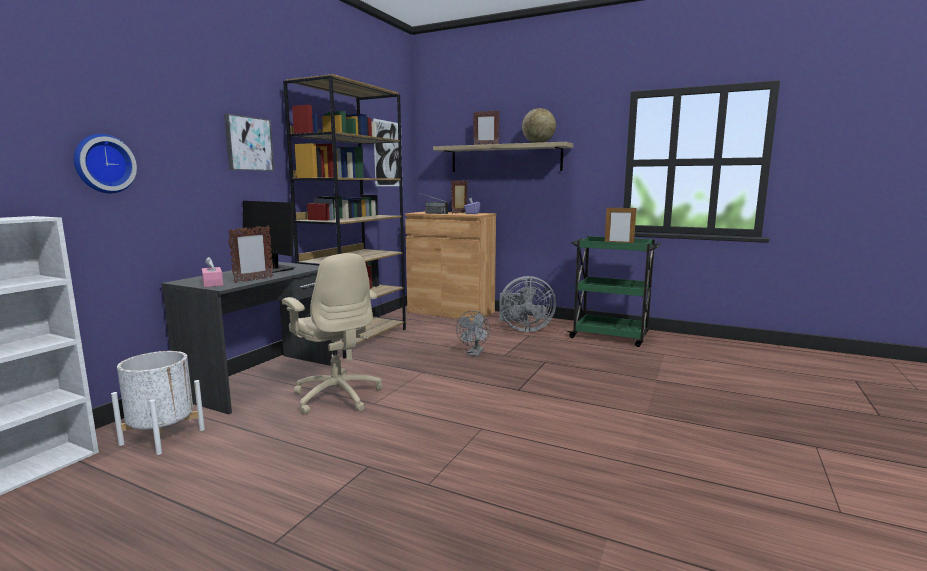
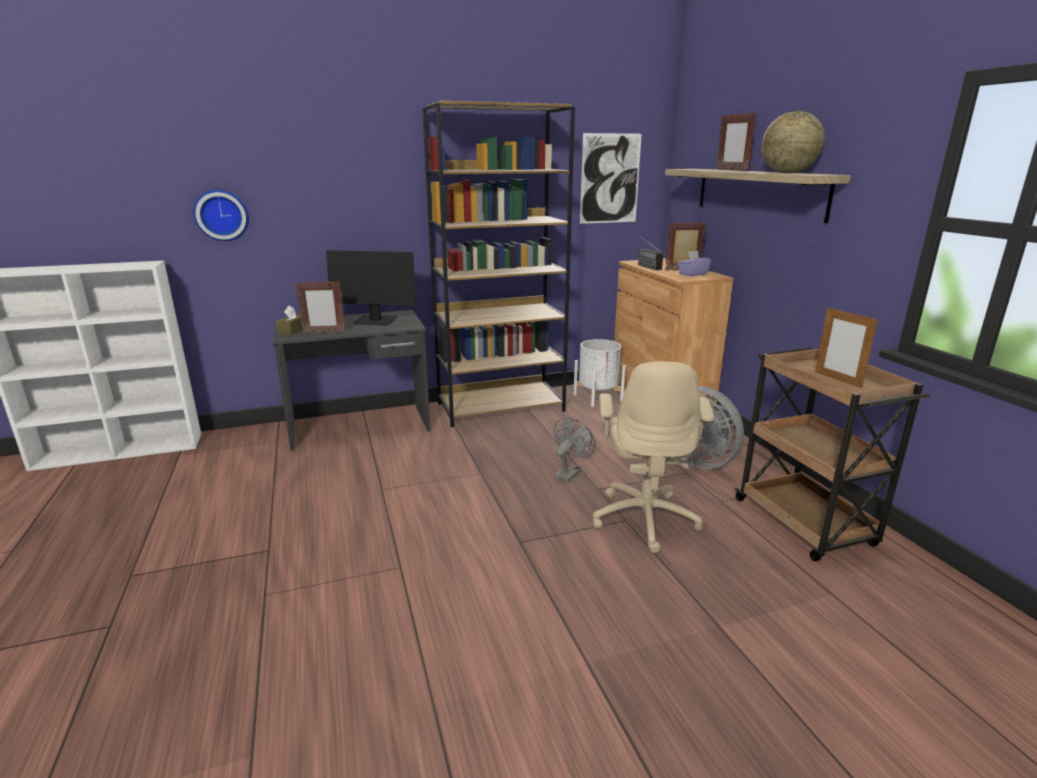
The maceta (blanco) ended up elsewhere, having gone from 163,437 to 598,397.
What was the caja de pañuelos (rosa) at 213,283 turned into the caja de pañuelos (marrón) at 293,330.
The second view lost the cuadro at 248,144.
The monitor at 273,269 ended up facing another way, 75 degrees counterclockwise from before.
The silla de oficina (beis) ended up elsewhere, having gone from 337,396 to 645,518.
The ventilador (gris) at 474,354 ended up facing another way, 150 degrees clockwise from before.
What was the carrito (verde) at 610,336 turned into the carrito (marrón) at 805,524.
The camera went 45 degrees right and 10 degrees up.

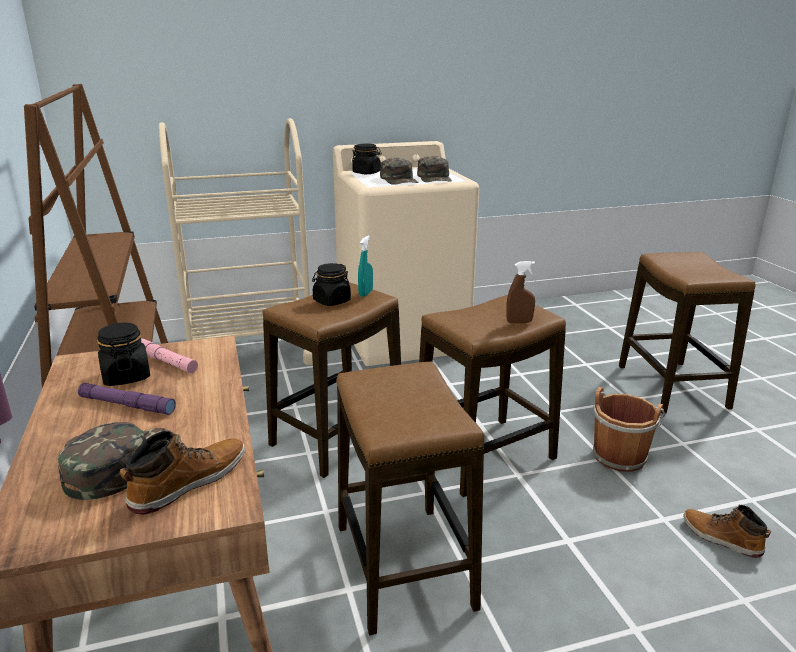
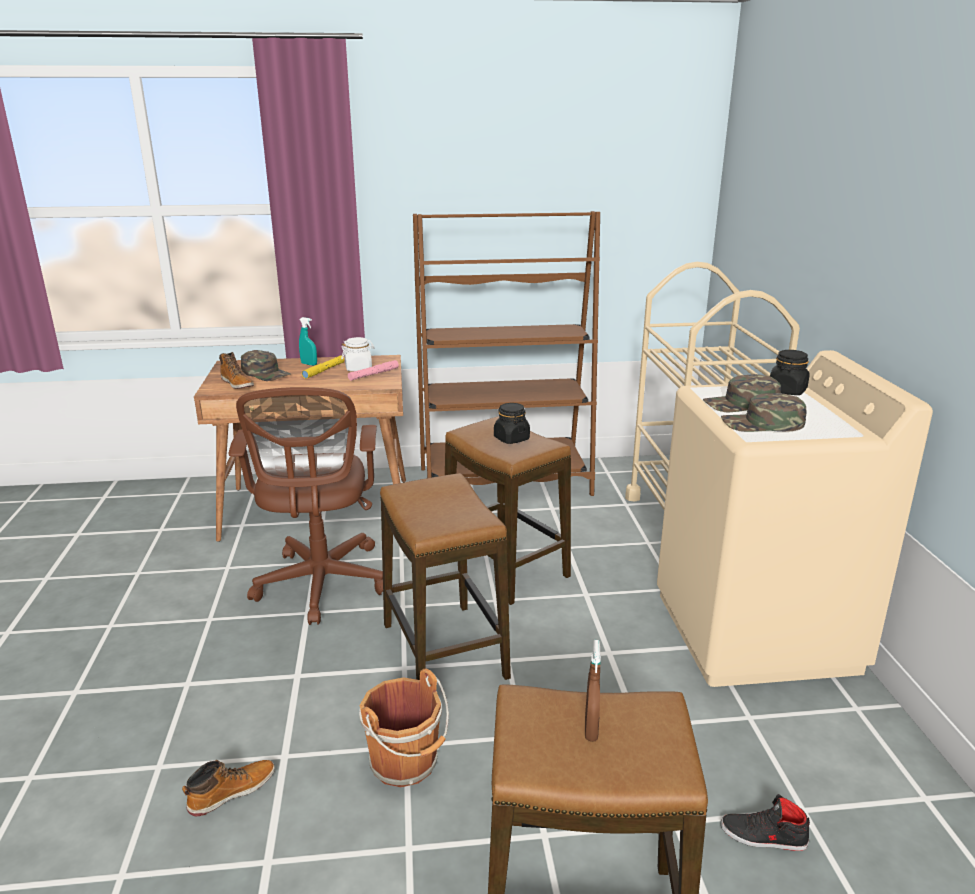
What was the linterna (morado) at 127,405 turned into the linterna (amarillo) at 324,370.
What was the tarro (negro) at 126,376 turned into the tarro (blanco) at 359,368.
Where the taburete stood at 404,566, the silla de oficina (marrón) came to stand at 321,586.
The pulverizador (turquesa) ended up elsewhere, having gone from 365,293 to 309,364.
The pulverizador (marrón) ended up elsewhere, having gone from 519,322 to 591,729.
The second view gained the zapato (negro) at 763,837.
The camera went 100 degrees right and 0 degrees up.

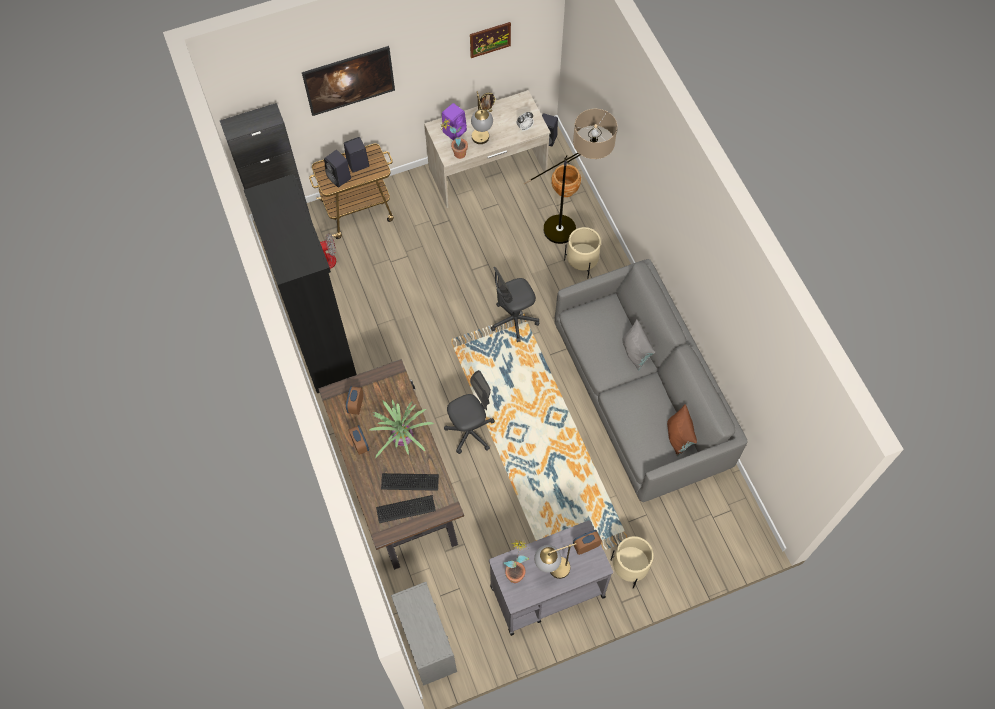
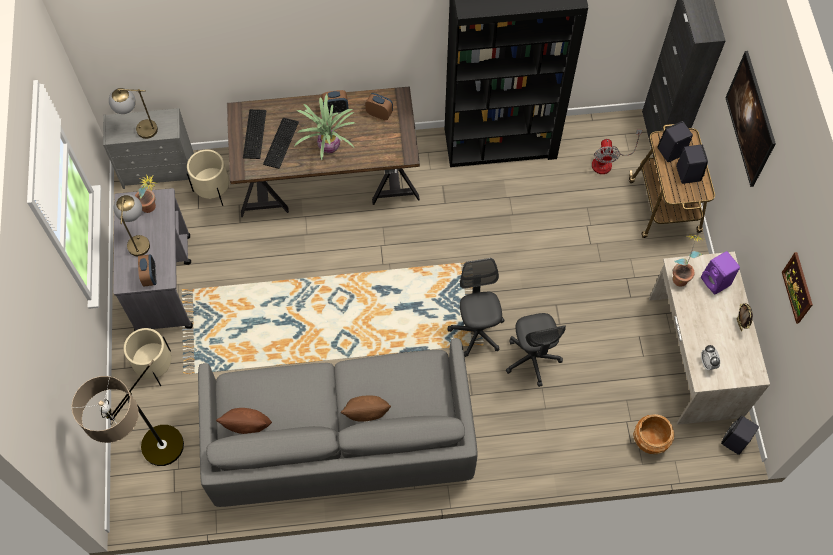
The silla de oficina (gris) ended up elsewhere, having gone from 470,432 to 532,359.
The lámpara de mesa ended up elsewhere, having gone from 482,142 to 139,129.
The lámpara de pie ended up elsewhere, having gone from 572,228 to 158,462.
The maceta (beis) ended up elsewhere, having gone from 582,263 to 213,190.
What was the cojín (gris) at 635,353 turned into the cojín (marrón) at 366,414.
The camera went 105 degrees right and 0 degrees up.

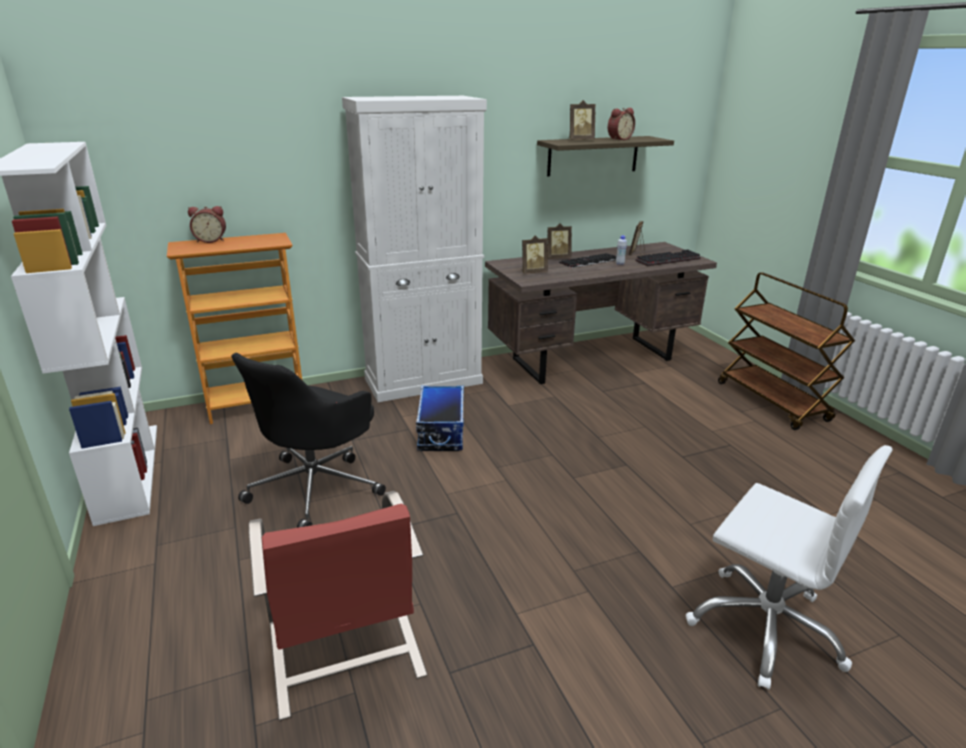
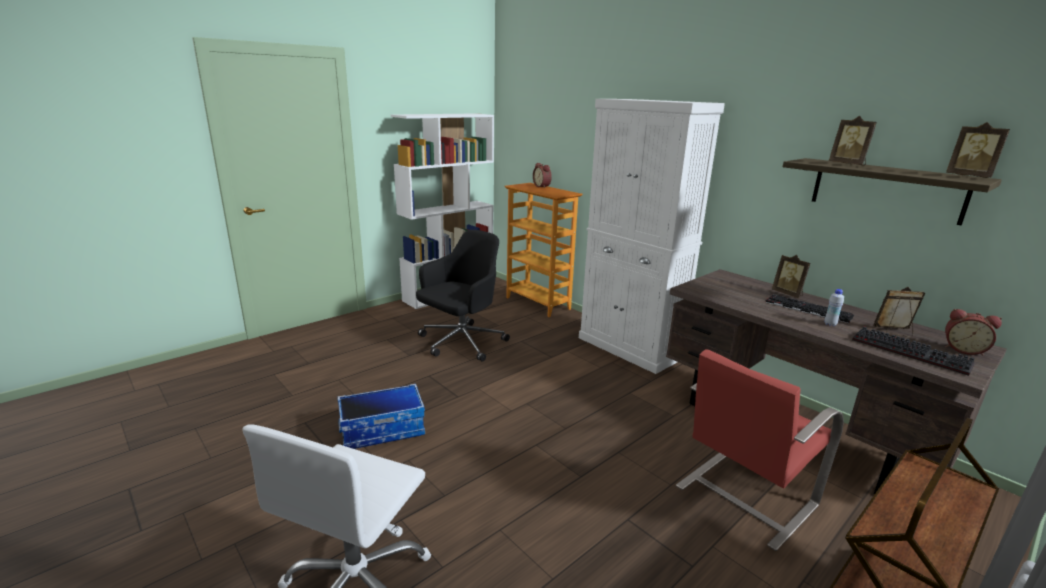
The silla de oficina (negro) at 316,487 ended up facing another way, 120 degrees clockwise from before.
The silla (rojo) ended up elsewhere, having gone from 344,652 to 743,496.
The caja de almacenaje ended up elsewhere, having gone from 440,431 to 383,430.
The portarretratos ended up elsewhere, having gone from 533,272 to 969,176.
The despertador ended up elsewhere, having gone from 618,139 to 963,349.
The camera went 70 degrees right and 5 degrees down.

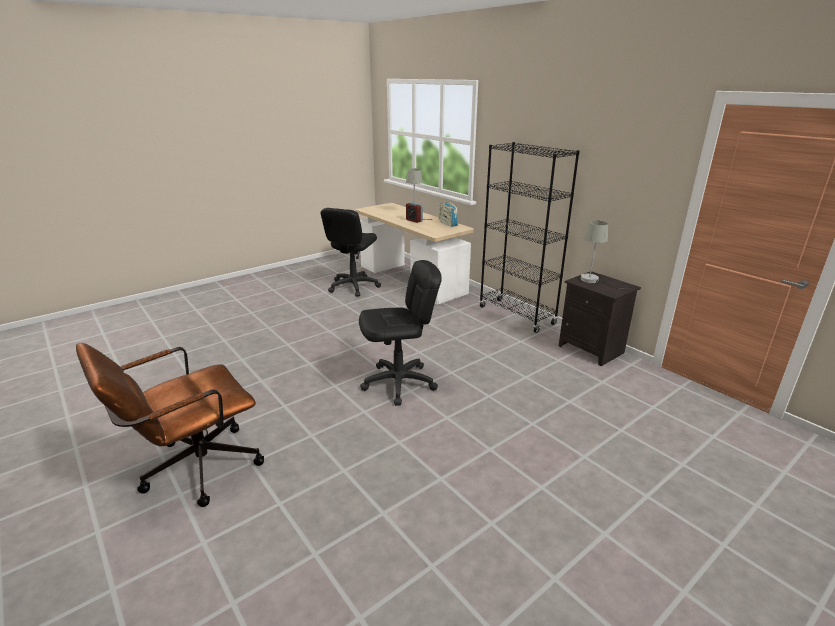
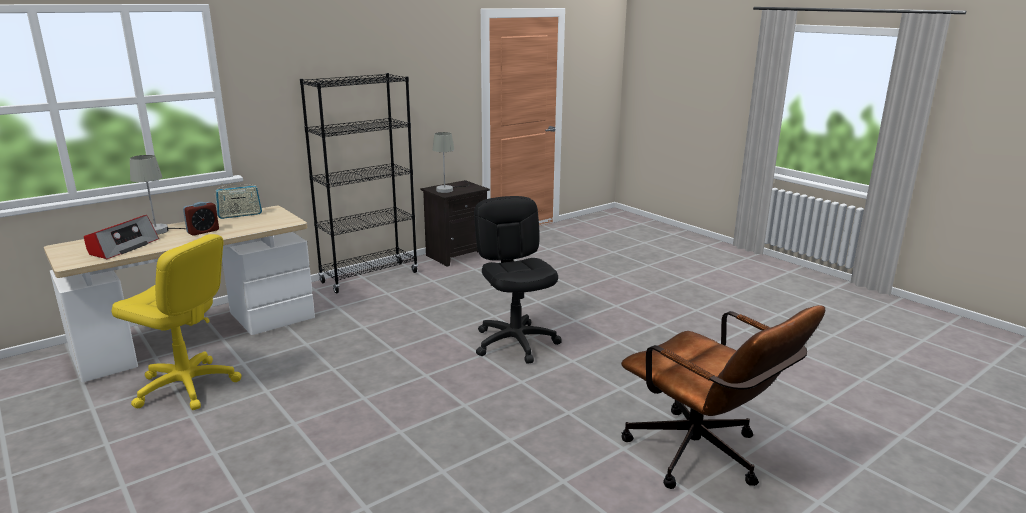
What was the silla de oficina (negro) at 353,286 turned into the silla de oficina (amarillo) at 186,386.
The second view gained the radio at 123,247.
The camera went 90 degrees left and 5 degrees down.

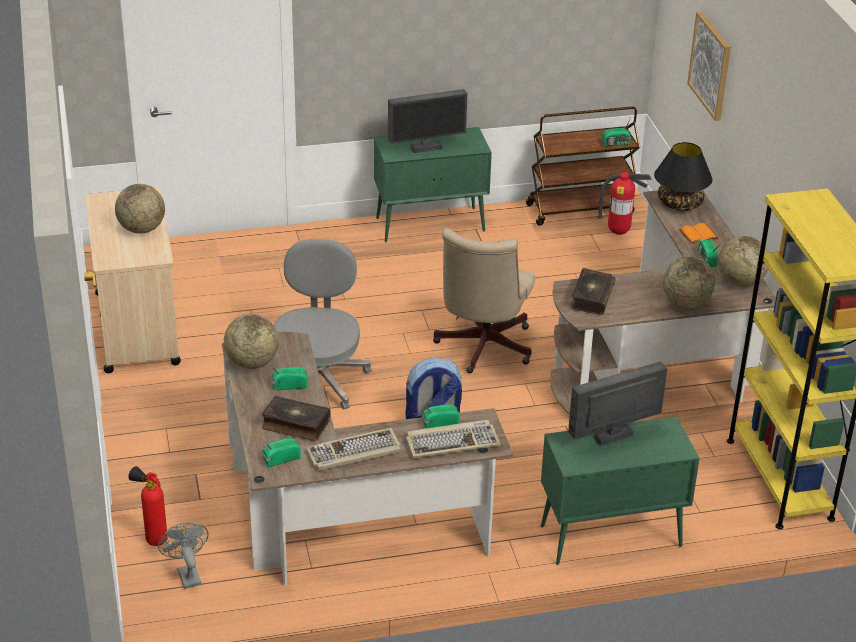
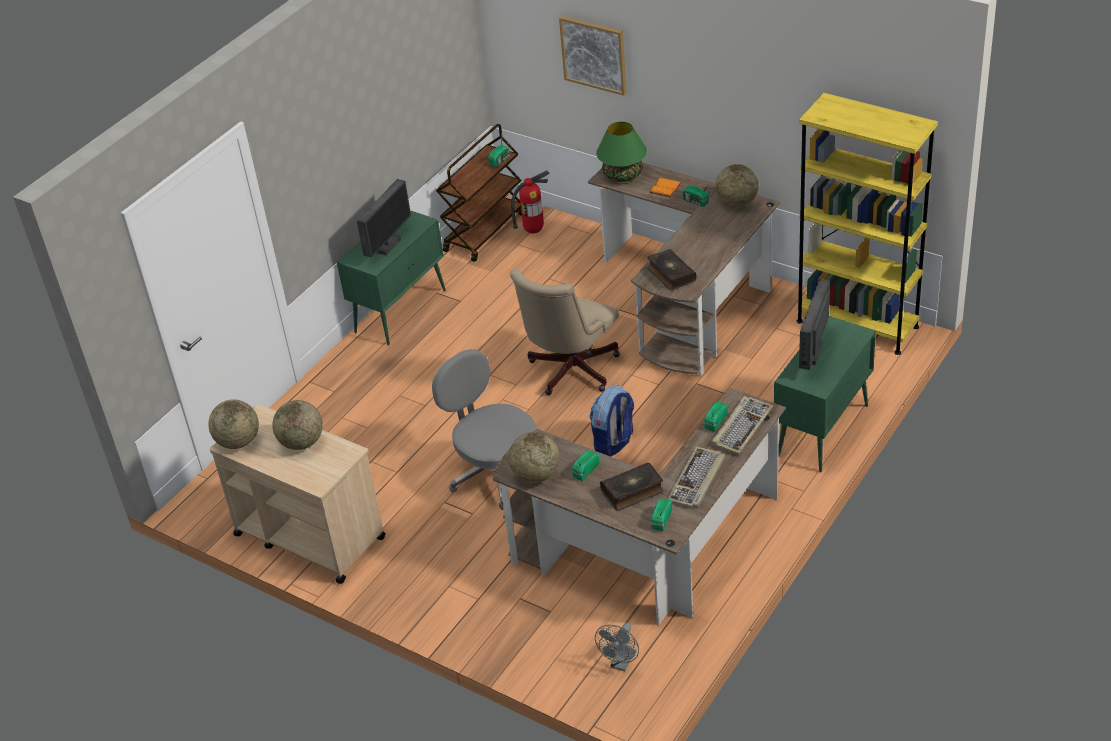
The second view lost the extintor at 152,538.
The ventilador (gris) at 187,574 ended up facing another way, 90 degrees counterclockwise from before.
The silla de oficina (beis) at 482,348 ended up facing another way, 60 degrees clockwise from before.
What was the lámpara de mesa (negro) at 680,203 turned into the lámpara de mesa (verde) at 623,174.
The globo terráqueo ended up elsewhere, having gone from 686,302 to 238,441.
The camera went 40 degrees left and 5 degrees up.

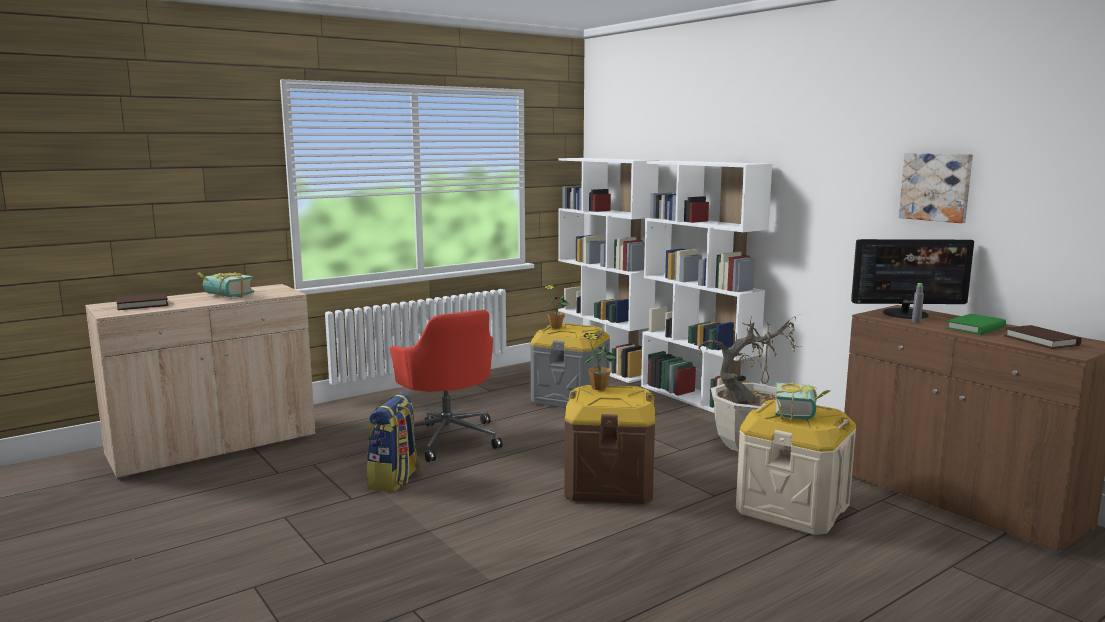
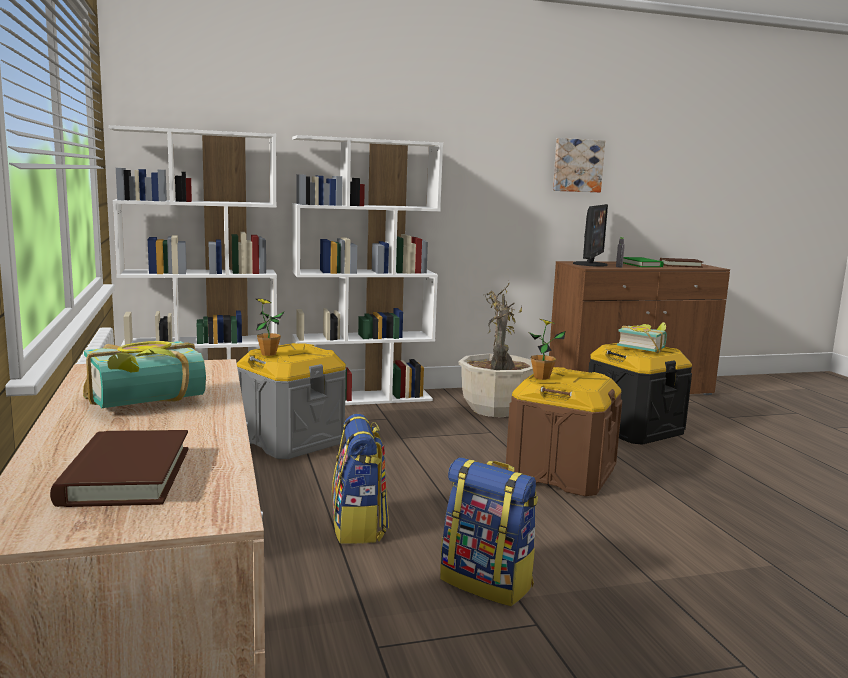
Where the silla de oficina (rojo) stood at 447,438, the mochila came to stand at 359,527.
What was the caja de almacenaje (beis) at 792,508 turned into the caja de almacenaje (negro) at 633,429.
The camera went 70 degrees left and 0 degrees up.

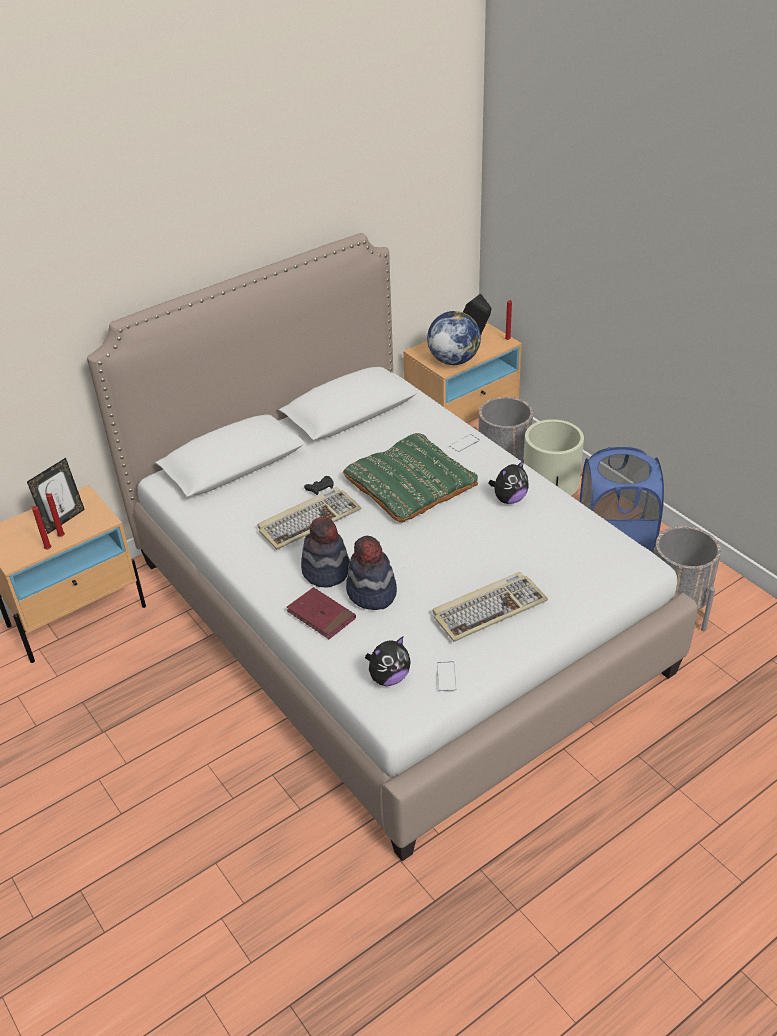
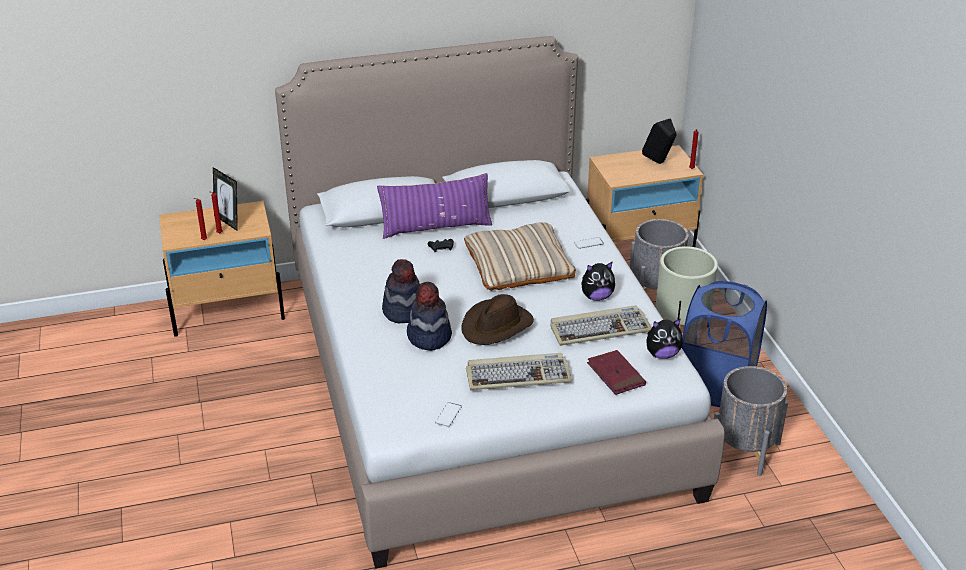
The portarretratos at 63,520 ended up facing another way, 75 degrees clockwise from before.
The teclado ended up elsewhere, having gone from 309,520 to 600,328.
The libro (rojo) ended up elsewhere, having gone from 321,615 to 616,374.
What was the cojín (verde) at 410,484 turned into the cojín (beis) at 519,264.
The peluche ended up elsewhere, having gone from 388,677 to 662,354.
The second view lost the globo terráqueo at 453,360.
The second view gained the cojín (morado) at 436,227.
The second view gained the sombrero (marrón) at 497,326.
The camera went 20 degrees right and 5 degrees down.

